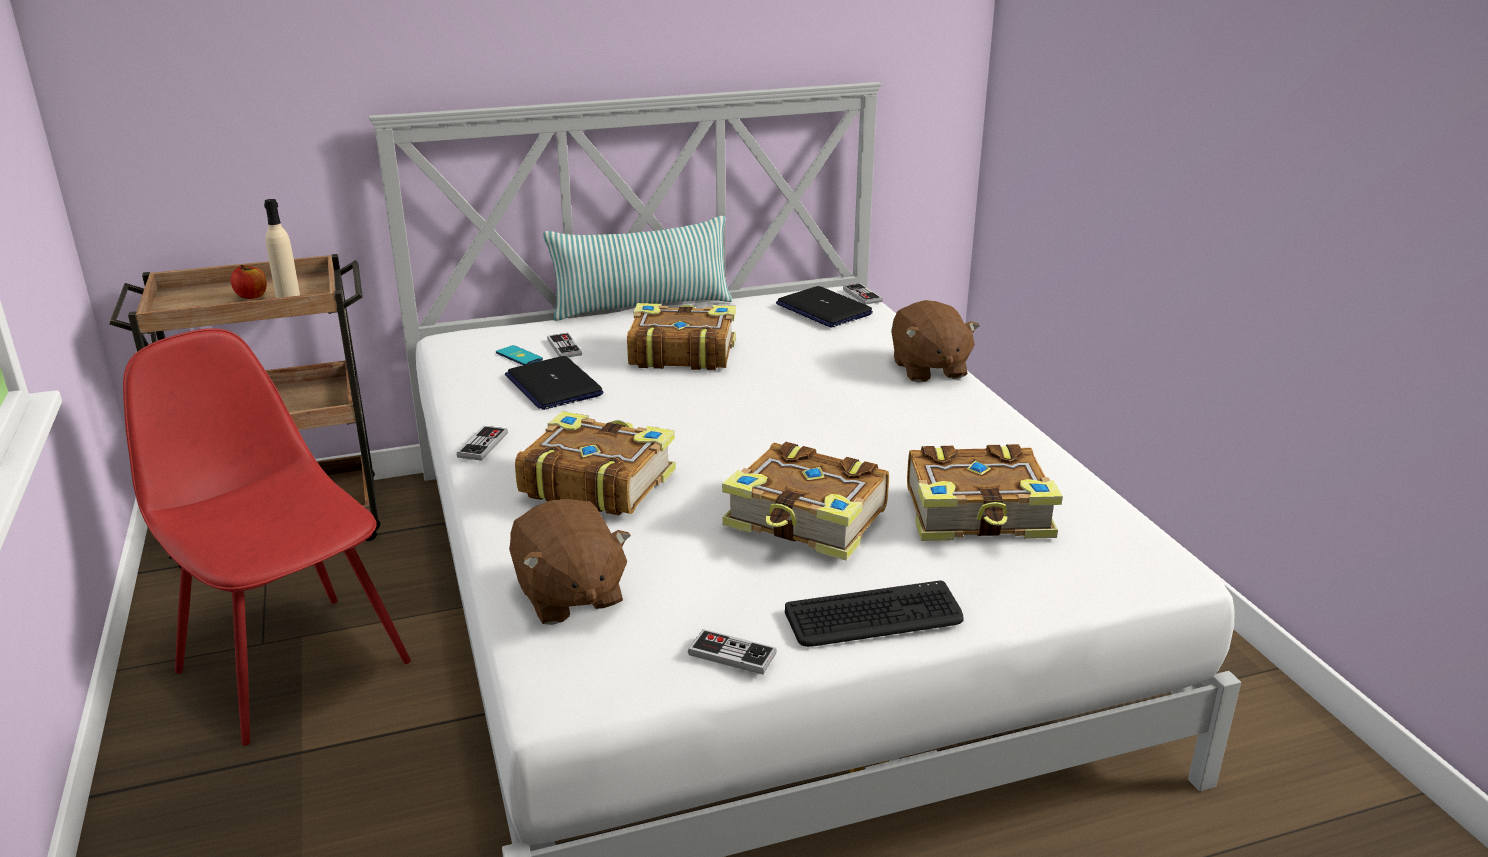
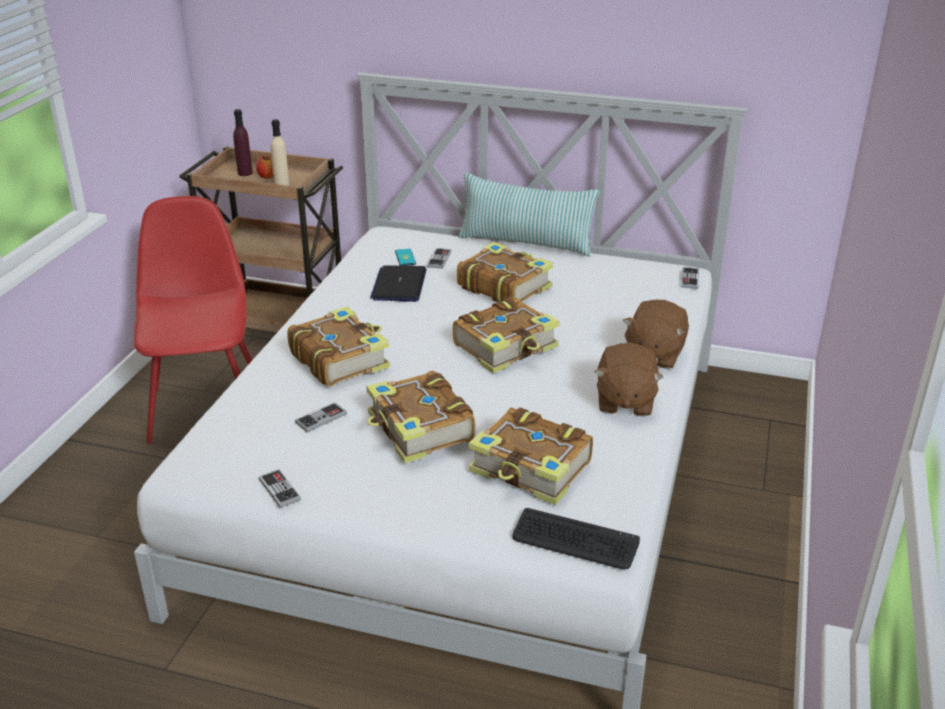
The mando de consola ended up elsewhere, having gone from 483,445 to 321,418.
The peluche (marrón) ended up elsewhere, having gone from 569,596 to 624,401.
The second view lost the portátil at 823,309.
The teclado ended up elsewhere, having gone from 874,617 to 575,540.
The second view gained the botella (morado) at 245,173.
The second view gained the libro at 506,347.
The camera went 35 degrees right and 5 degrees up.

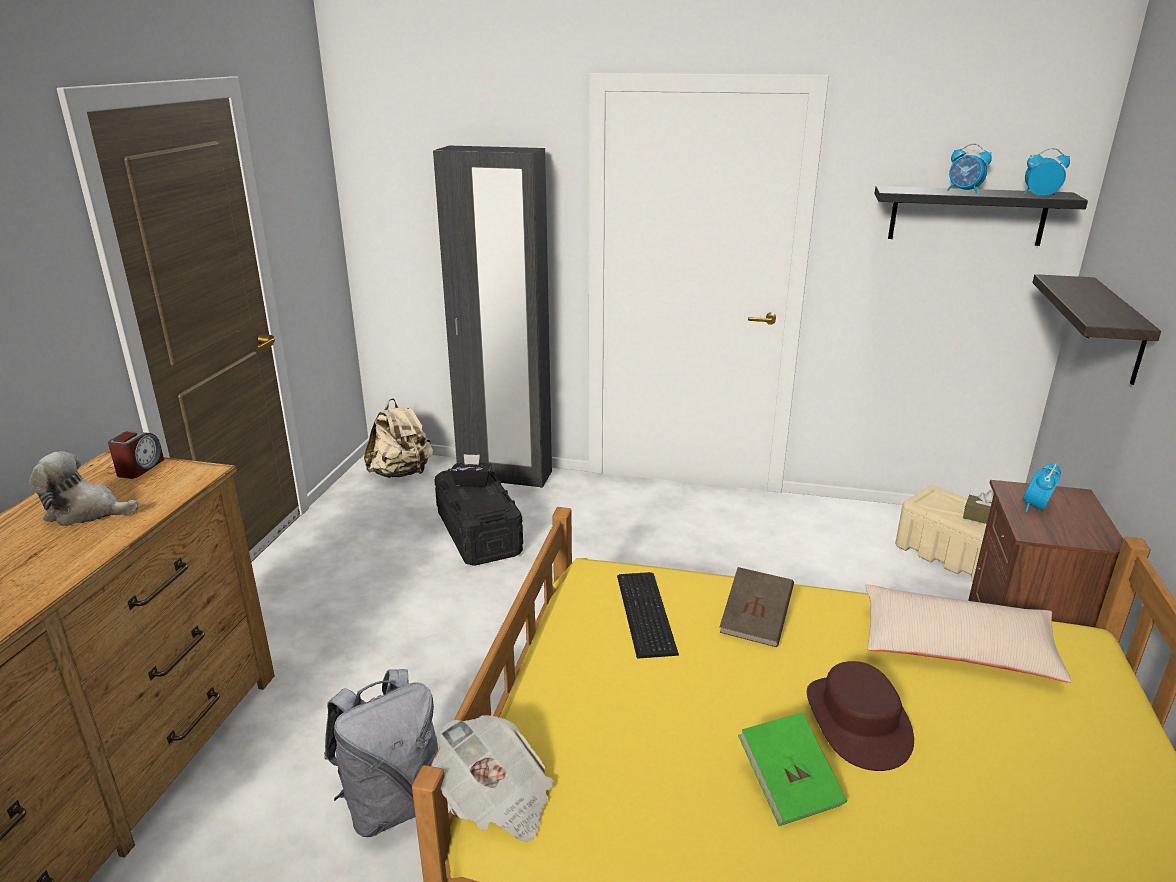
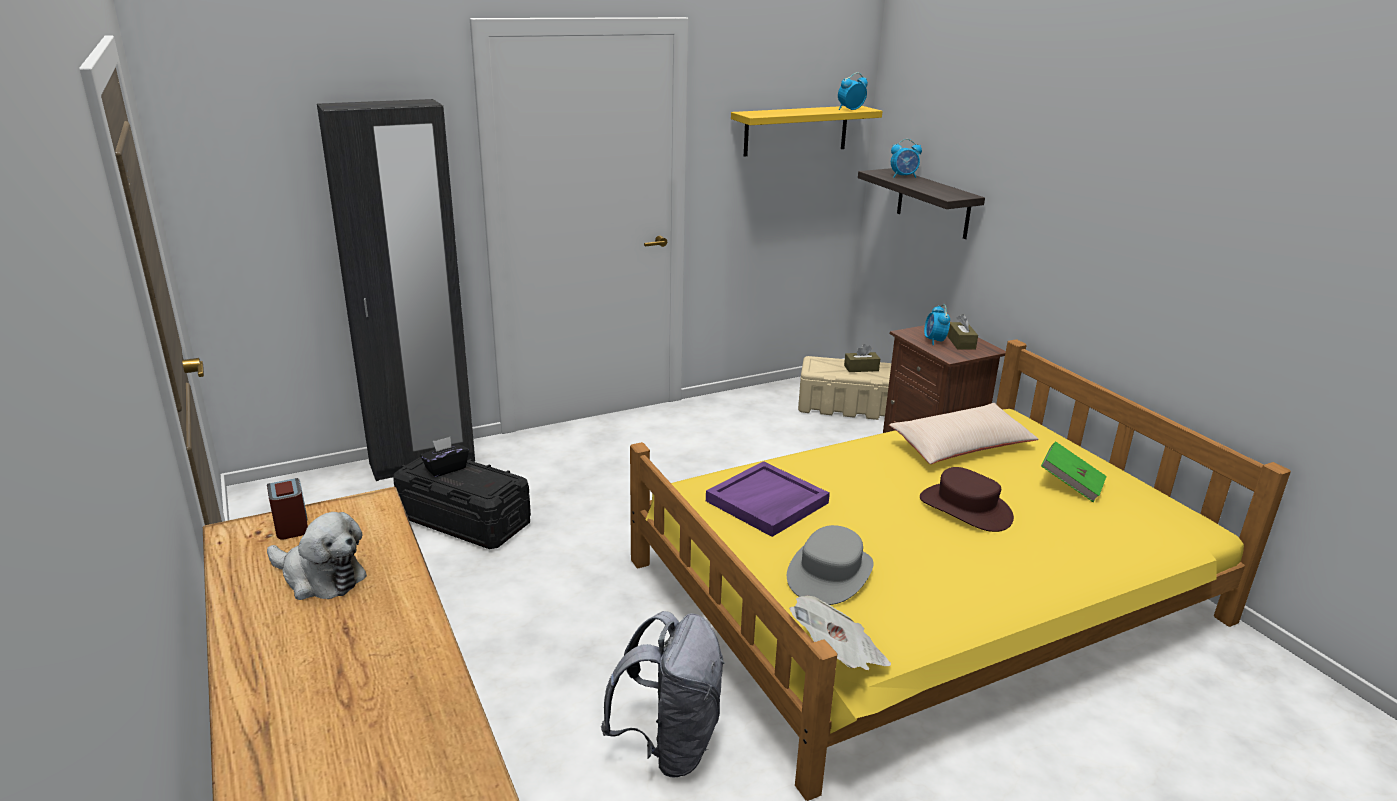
The peluche at 86,512 ended up facing another way, 120 degrees counterclockwise from before.
The second view lost the mochila (beis) at 401,473.
Where the teclado stood at 643,614, the bandeja (morado) came to stand at 767,502.
The second view lost the libro (marrón) at 755,622.
The libro (verde) ended up elsewhere, having gone from 789,785 to 1070,485.
What was the estante (negro) at 967,215 turned into the estante (amarillo) at 796,130.
The despertador ended up elsewhere, having gone from 964,191 to 904,177.
The second view gained the sombrero (gris) at 830,574.
The second view gained the caja de pañuelos (marrón) at 961,342.
The camera went 40 degrees left and 0 degrees up.

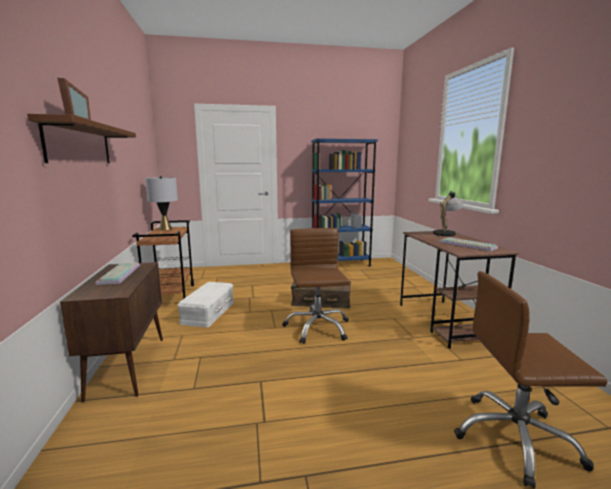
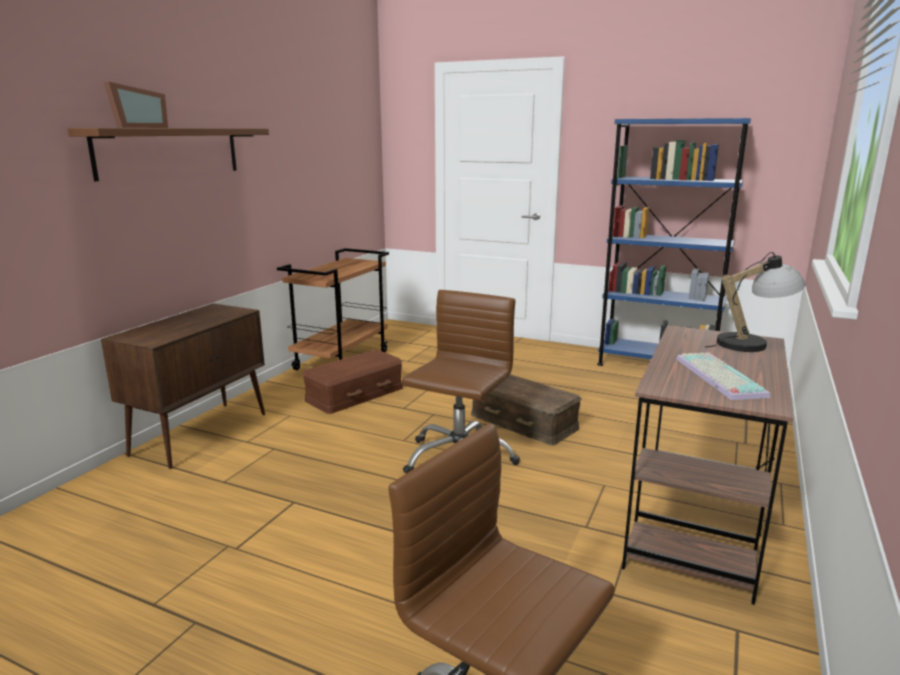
The second view lost the teclado at 118,274.
The second view lost the lámpara de mesa (gris) at 165,229.
What was the caja de almacenaje (blanco) at 207,312 turned into the caja de almacenaje (marrón) at 354,393.
The camera went 35 degrees right and 5 degrees up.

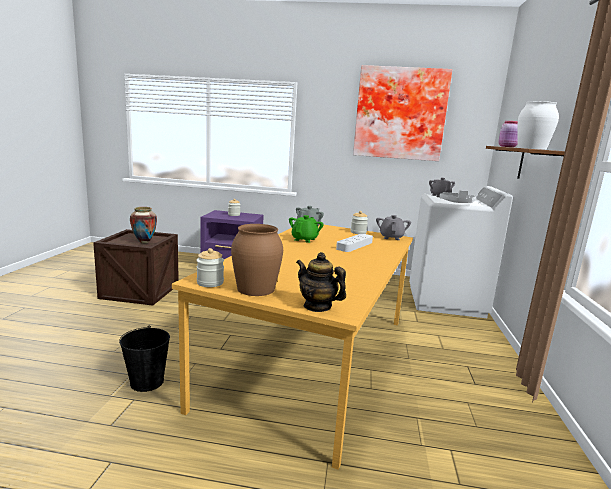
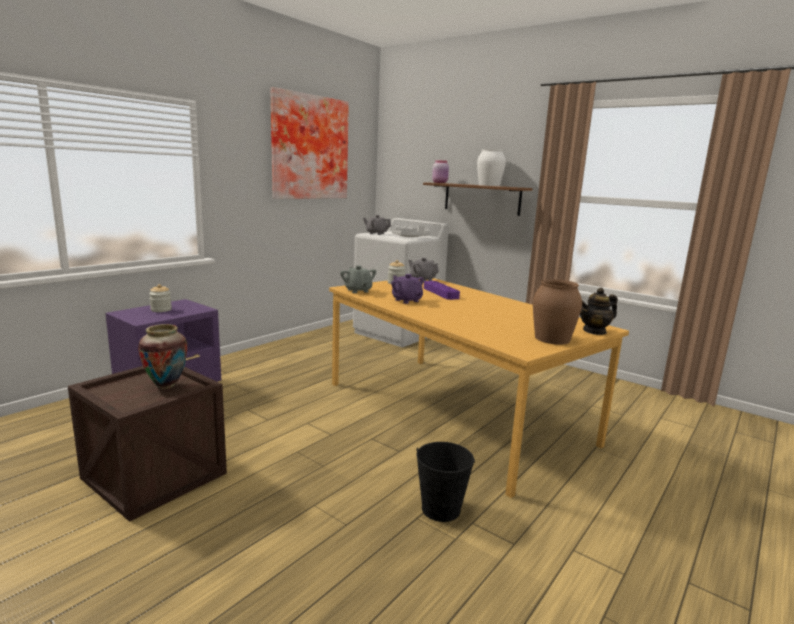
The second view lost the tarro at 210,283.
What was the tetera (verde) at 304,239 turned into the tetera (morado) at 406,300.
What was the bandeja (gris) at 354,245 turned into the bandeja (morado) at 440,293.
The camera went 60 degrees left and 0 degrees up.

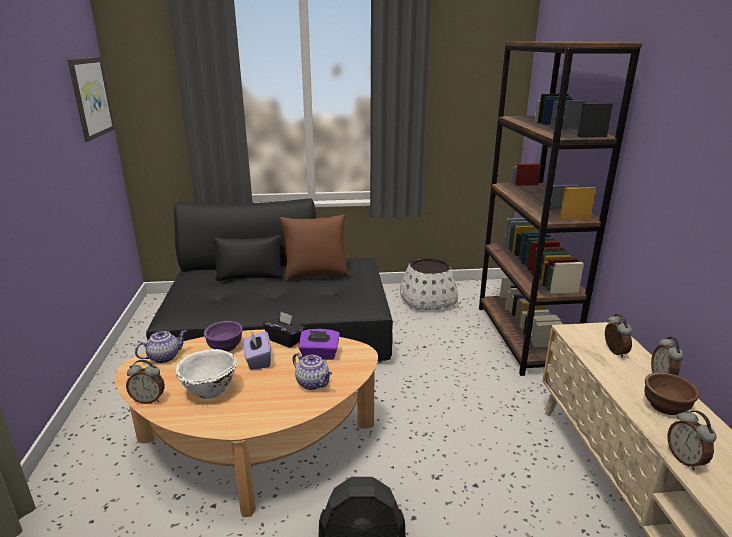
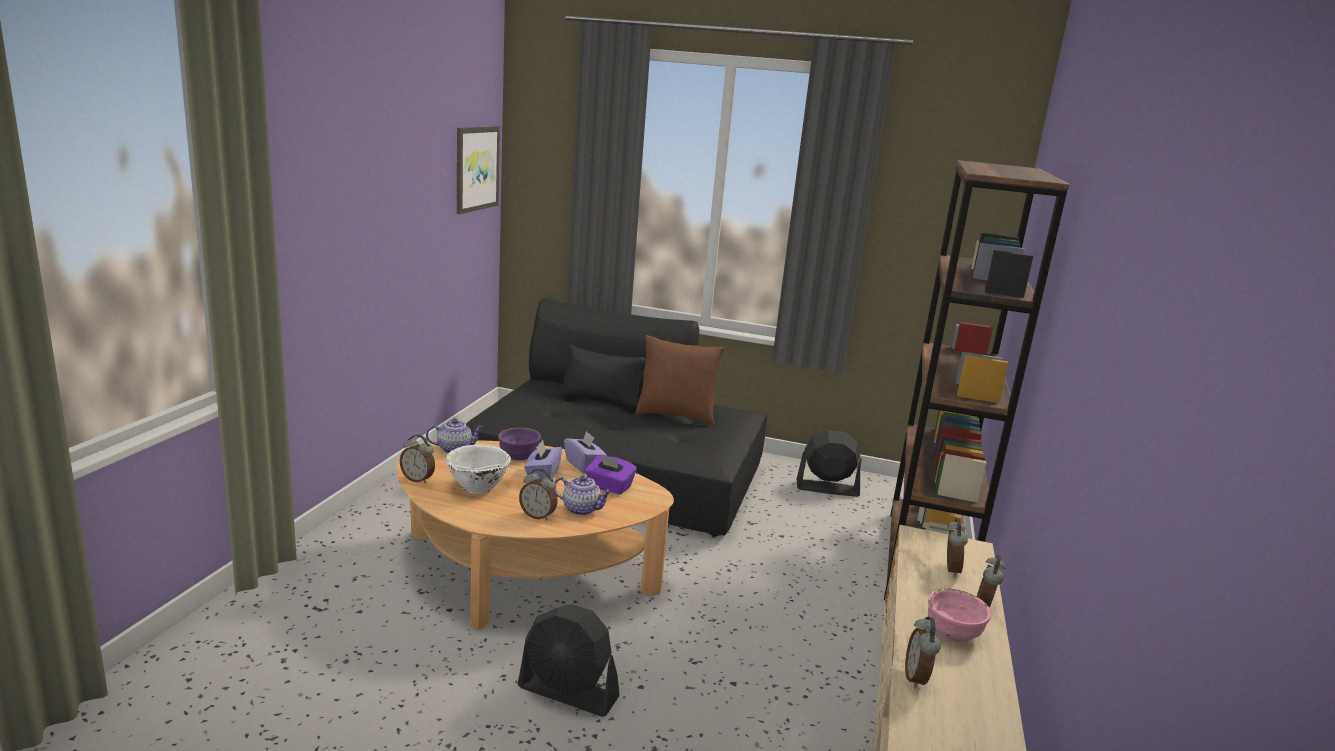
What was the caja de pañuelos (negro) at 285,340 turned into the caja de pañuelos (morado) at 584,465.
The tetera at 313,383 ended up facing another way, 45 degrees counterclockwise from before.
Where the maceta (blanco) stood at 428,300, the ventilador (negro) came to stand at 827,488.
What was the cuenco (marrón) at 665,406 turned into the cuenco (rosa) at 953,632.
The second view gained the despertador at 538,516.
The camera went 20 degrees right and 5 degrees down.

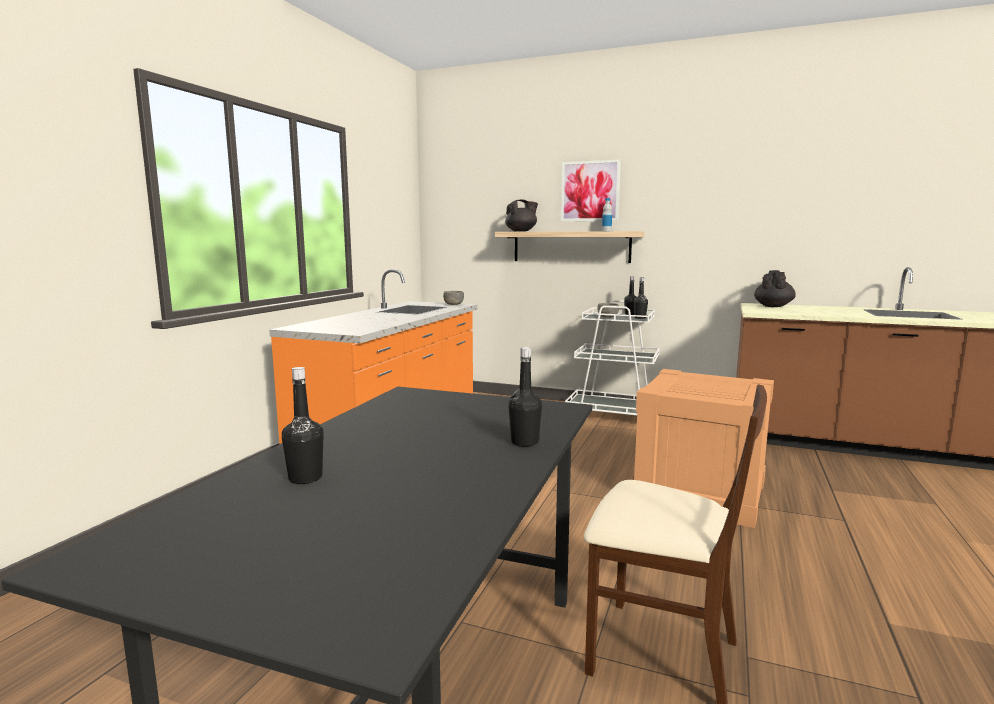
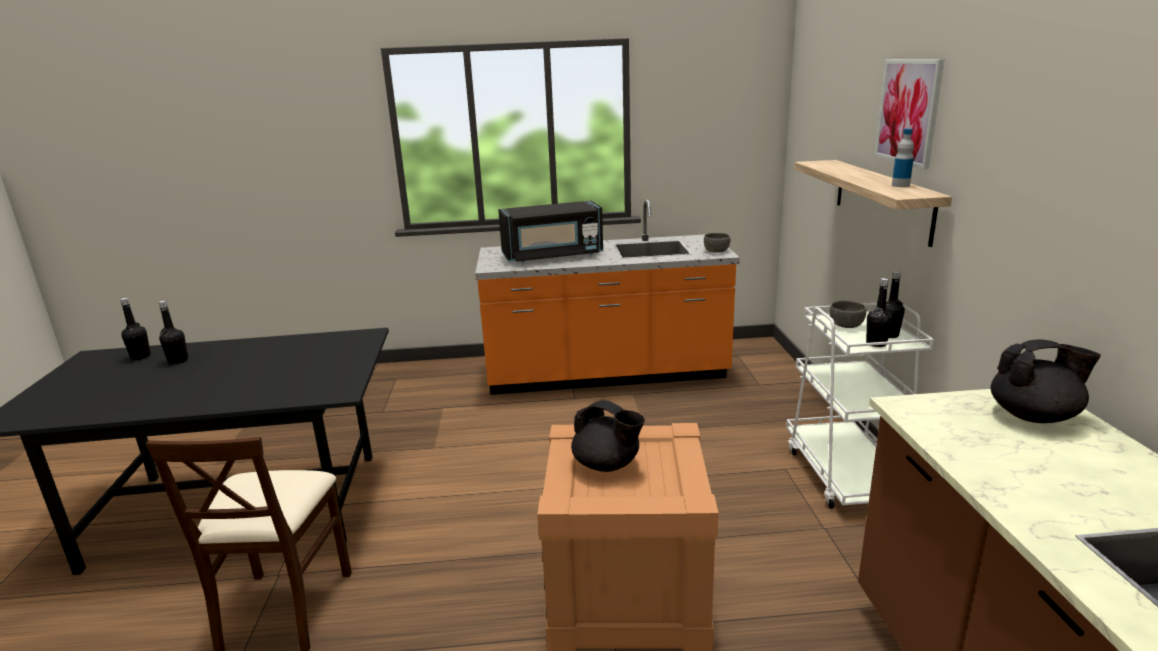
The tetera (negro) ended up elsewhere, having gone from 521,231 to 607,465.
The botella (negro) ended up elsewhere, having gone from 524,442 to 141,357.
The second view gained the microondas (negro) at 553,256.
The camera went 65 degrees right and 10 degrees up.

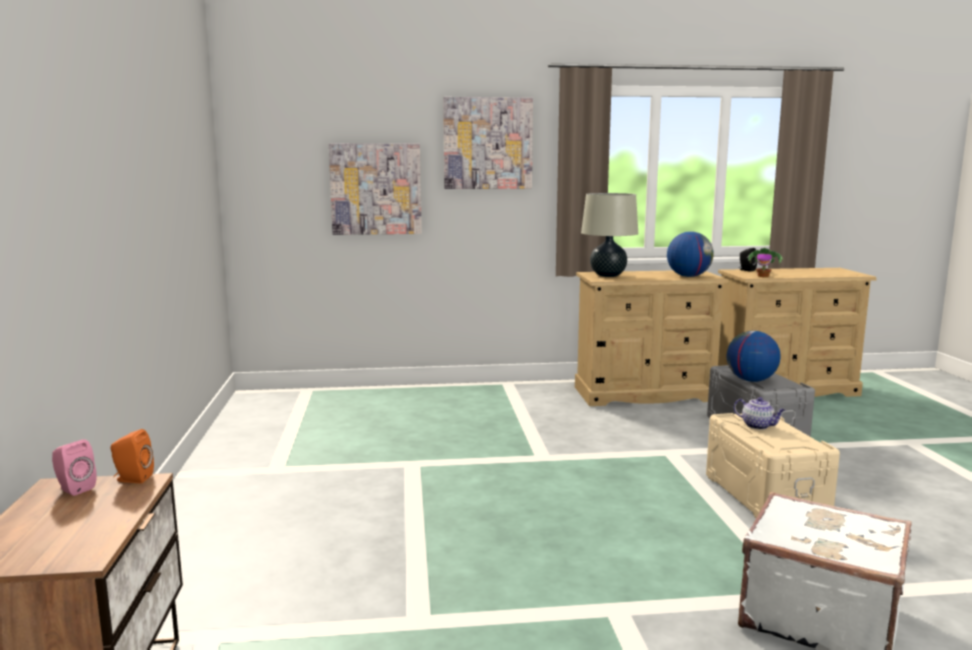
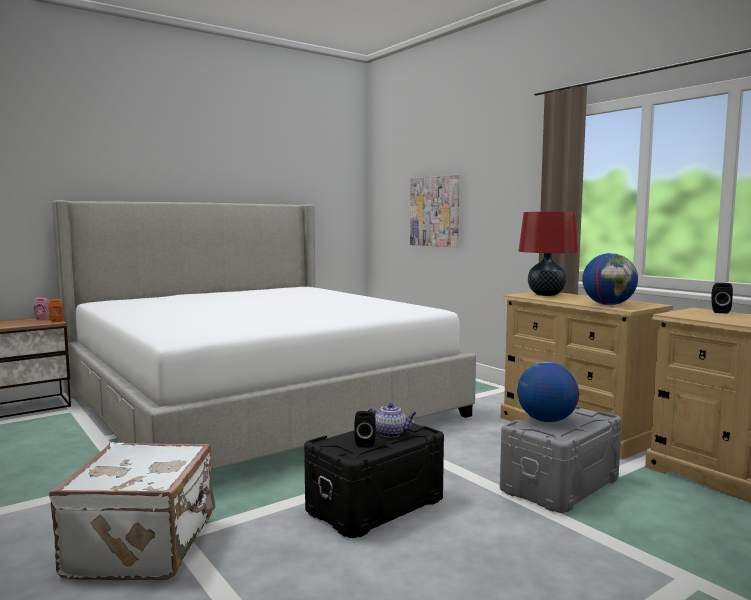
The second view lost the cuadro at 487,143.
What was the lámpara de mesa (beis) at 608,275 turned into the lámpara de mesa (rojo) at 546,294.
What was the caja de almacenaje (beis) at 766,496 turned into the caja de almacenaje (negro) at 376,506.
The tetera at 758,426 ended up facing another way, 90 degrees counterclockwise from before.
The second view lost the planta en maceta at 763,276.
The second view gained the cama at 257,405.
The second view gained the altavoz (negro) at 366,443.
The camera went 60 degrees right and 5 degrees down.

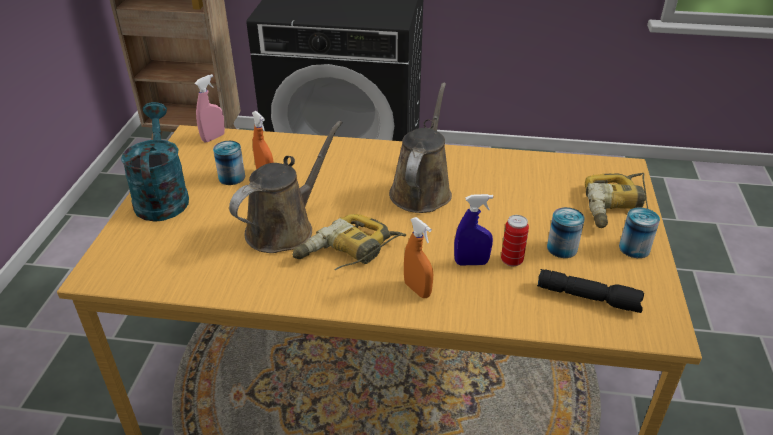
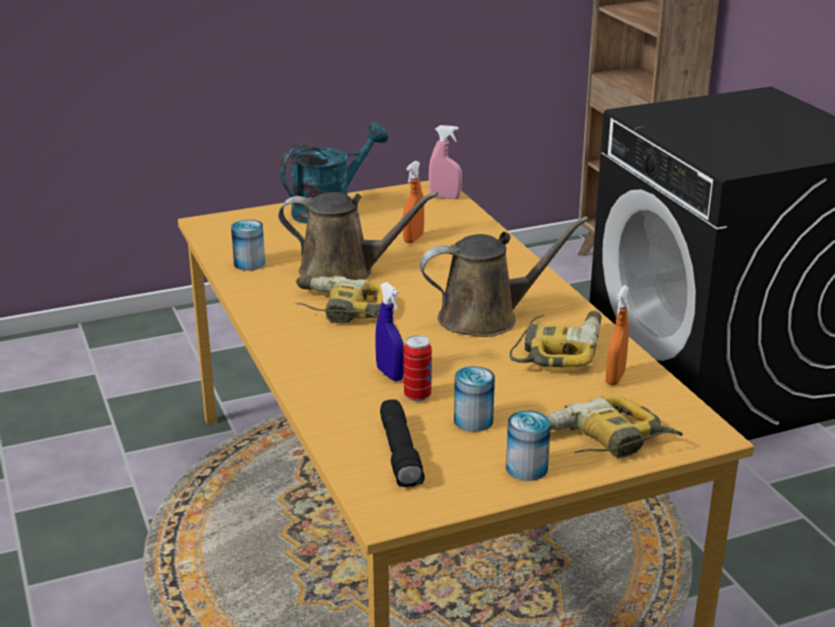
The lata ended up elsewhere, having gone from 231,177 to 249,263.
The pulverizador (naranja) ended up elsewhere, having gone from 417,289 to 615,378.
The second view gained the taladro at 558,349.
The camera went 60 degrees right and 10 degrees down.

